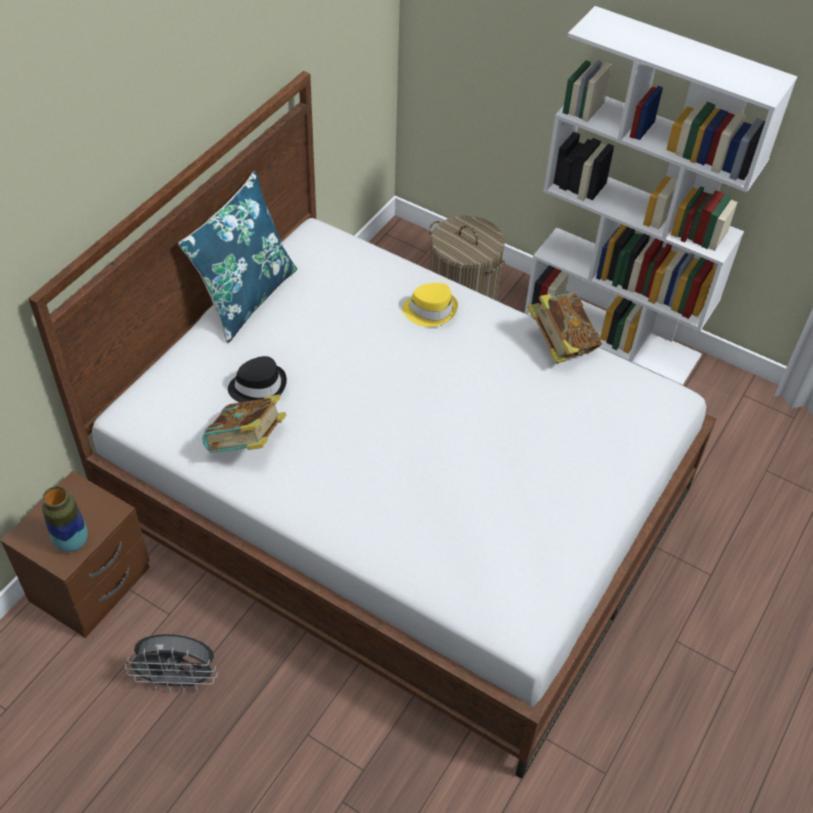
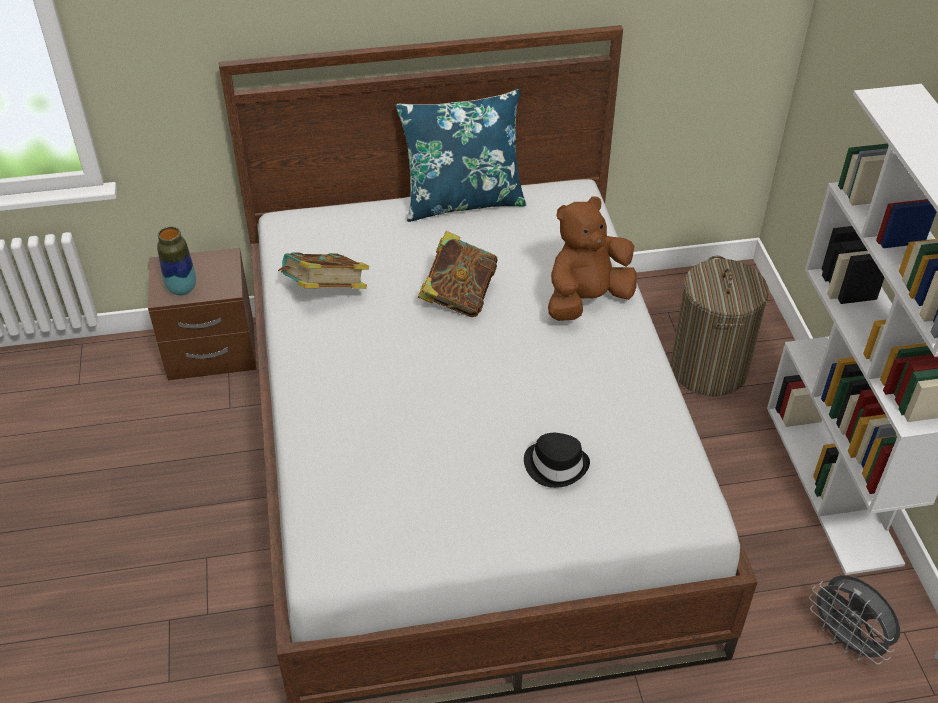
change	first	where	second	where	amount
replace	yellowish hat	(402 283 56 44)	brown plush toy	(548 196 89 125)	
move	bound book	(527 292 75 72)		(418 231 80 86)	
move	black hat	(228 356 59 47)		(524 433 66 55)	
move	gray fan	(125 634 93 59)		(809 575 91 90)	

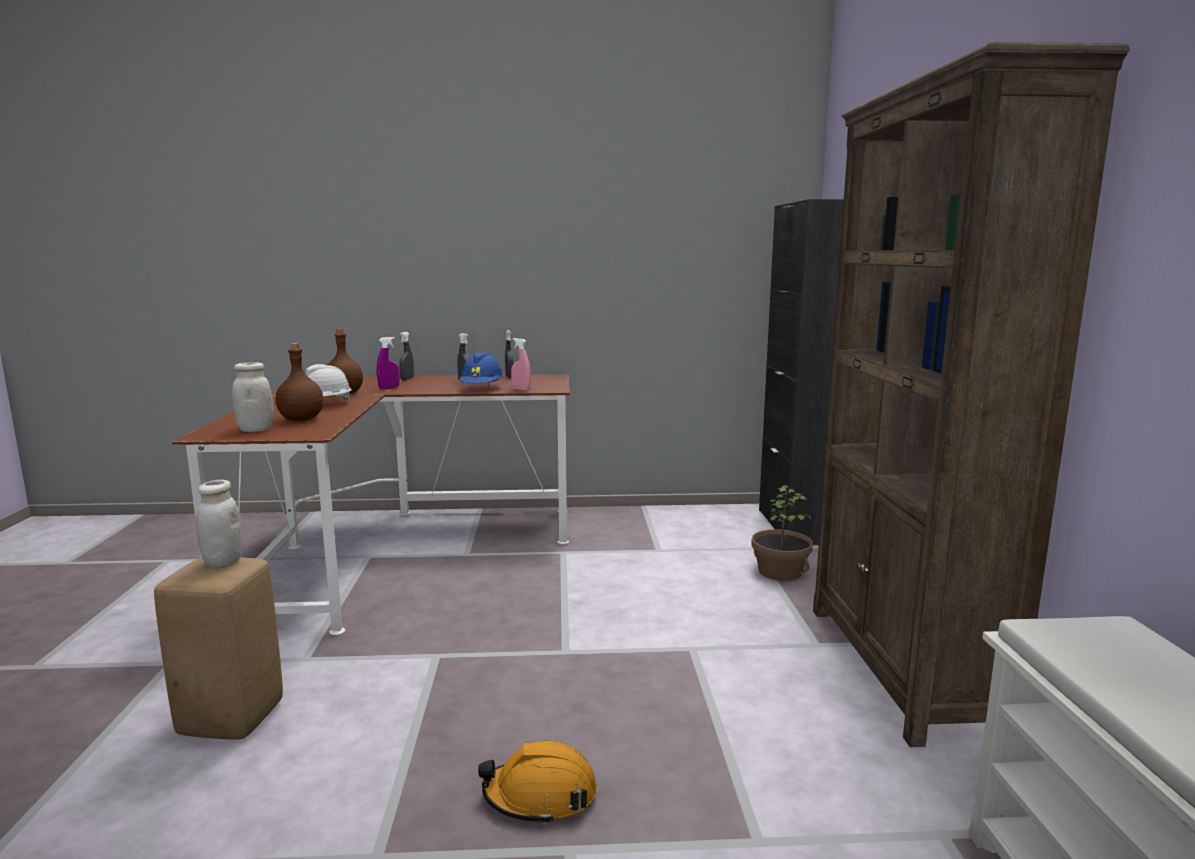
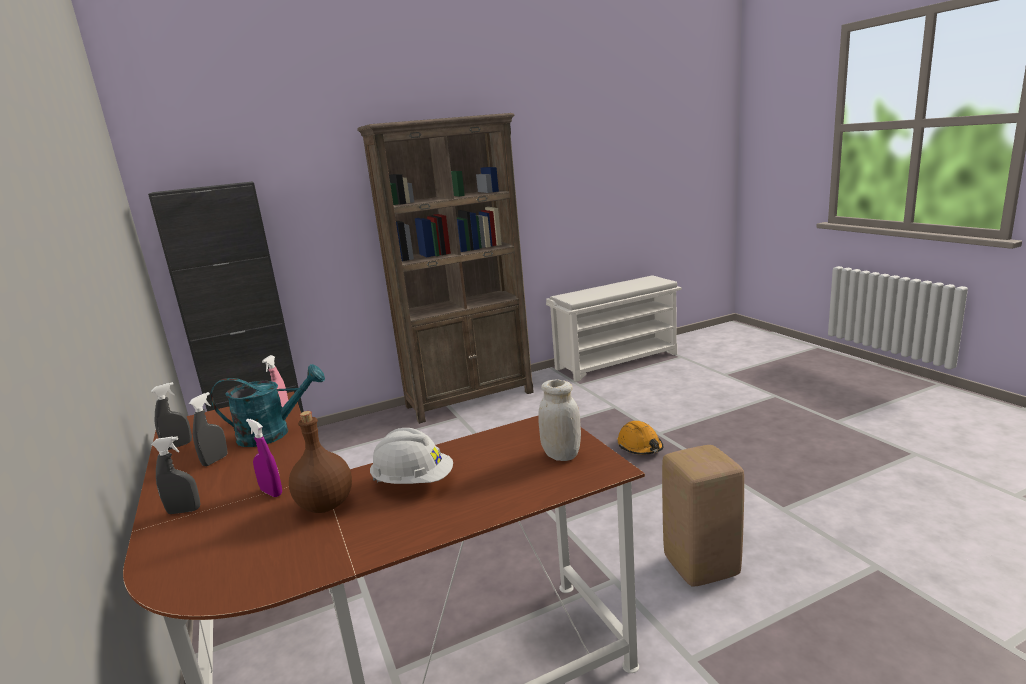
change	first	where	second	where	amount
delete	brown bottle	(275 343 48 78)			
replace	blue safety helmet	(460 352 43 33)	turquoise watering pot	(210 364 115 83)	
delete	white-coloured storage jar	(196 480 47 88)			
delete	plant in a pot	(751 485 62 96)			

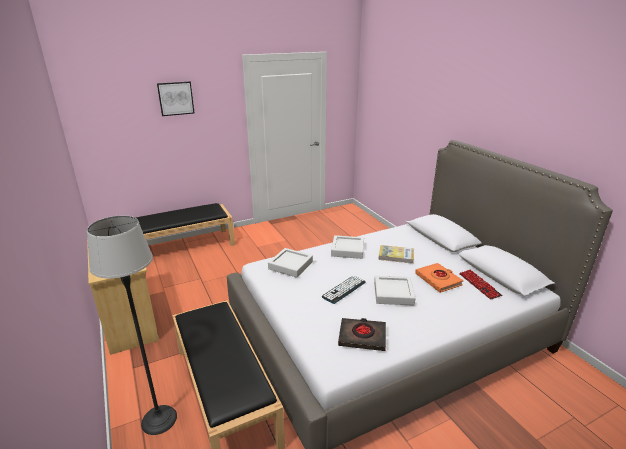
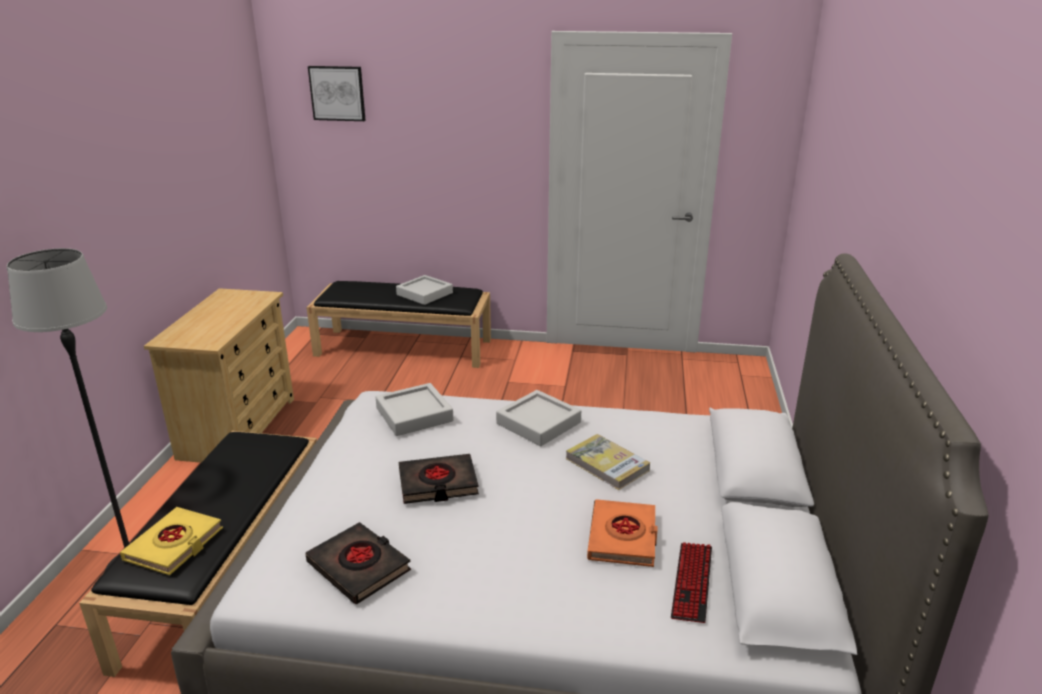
change	first	where	second	where	amount
move	wall art	(157 82 37 34)		(308 66 58 55)	
replace	keyboard	(322 276 43 28)	black bound book	(399 454 80 50)	
move	gray serving tray	(374 276 41 30)		(396 275 57 30)	
insert			yellowish bound book	(120 507 103 68)	

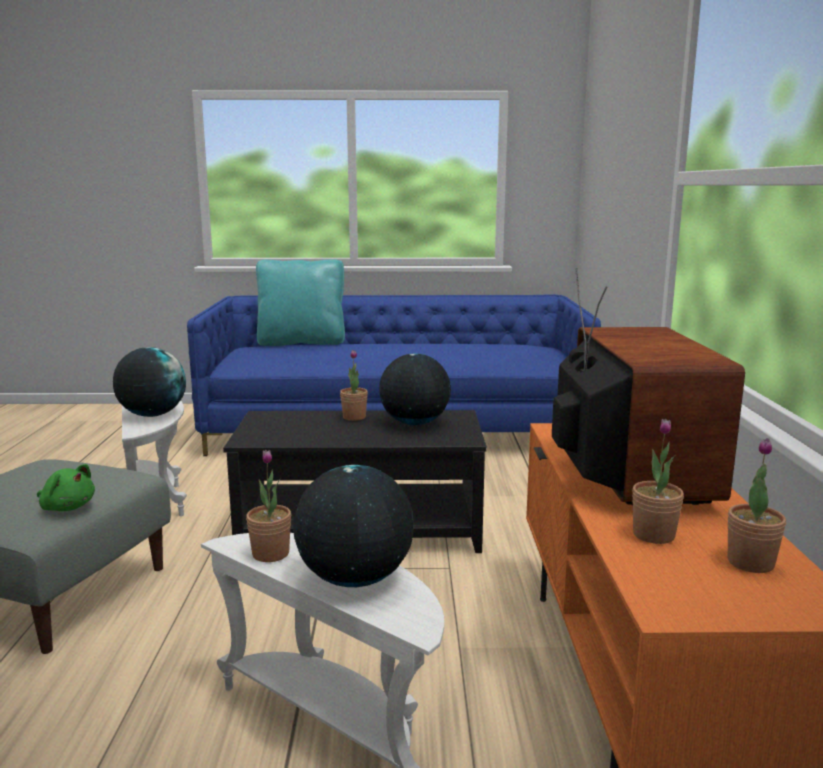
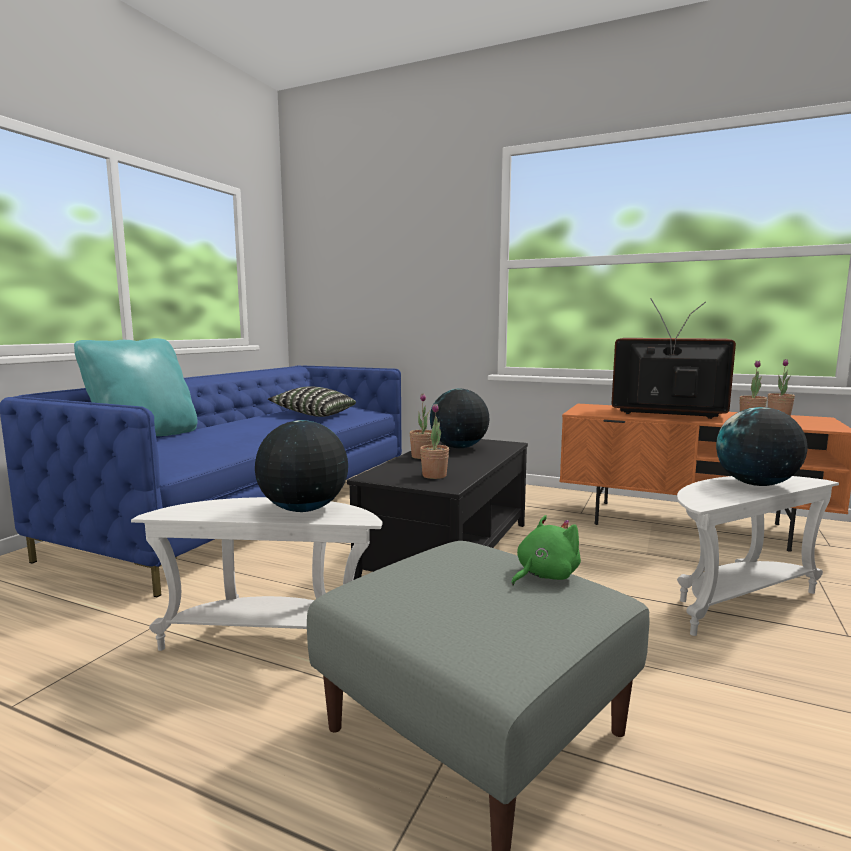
change	first	where	second	where	amount
move	plant in a pot	(246 450 45 112)		(420 404 29 75)	
insert			pillow	(268 386 88 31)	

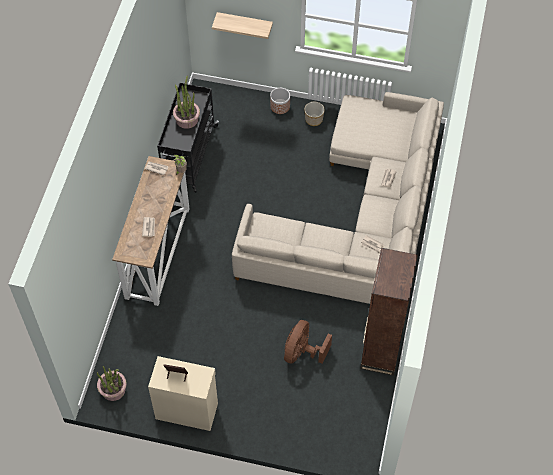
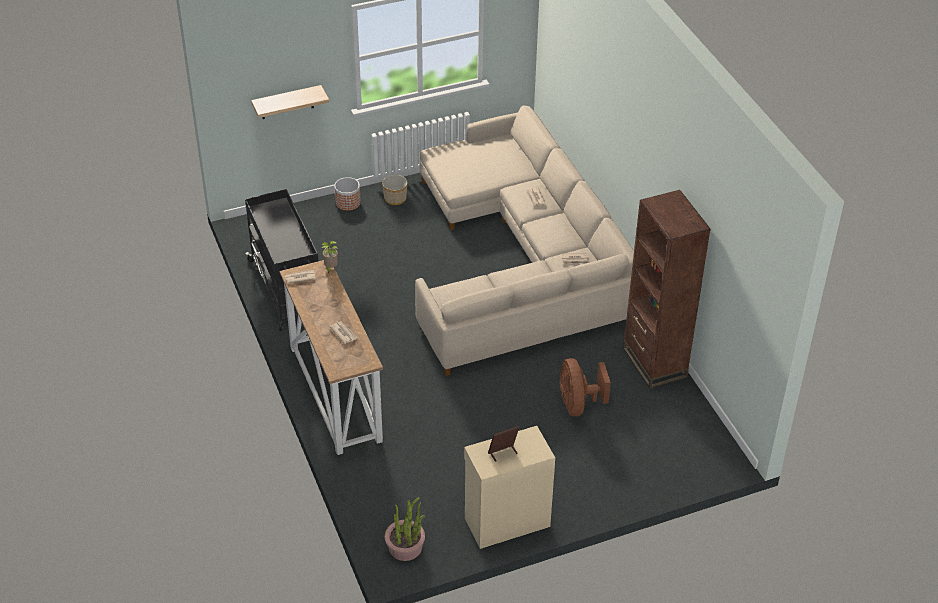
change	first	where	second	where	amount
delete	plant in a pot	(173 76 27 53)			

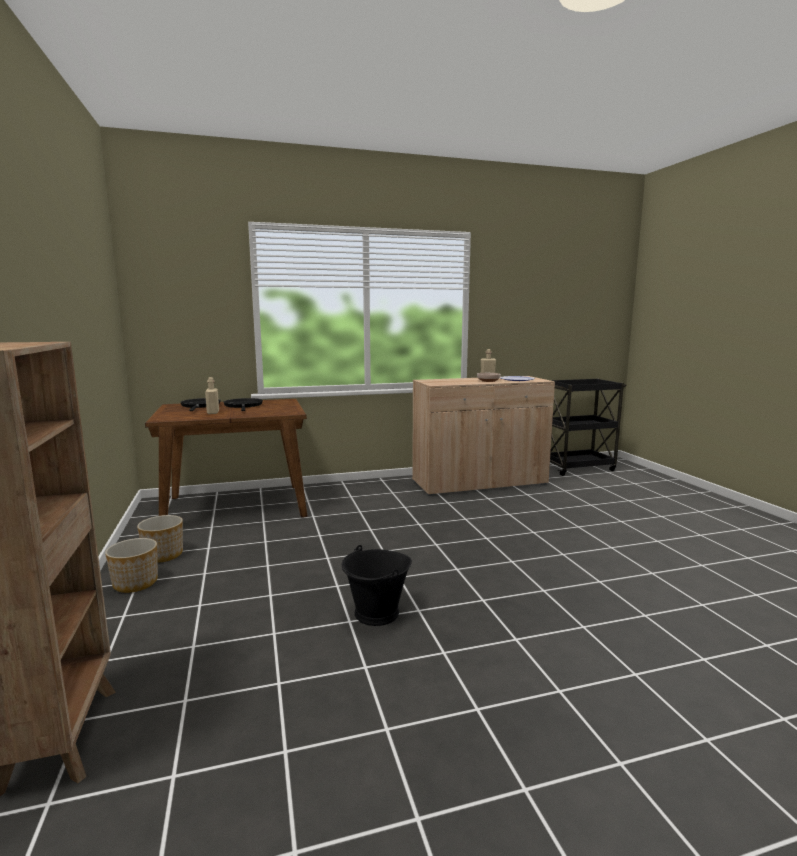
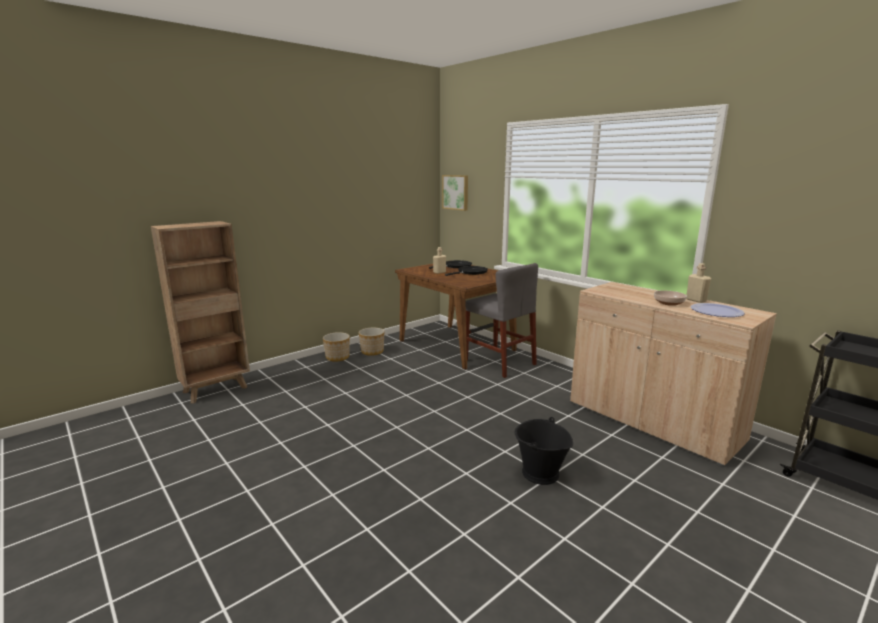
change	first	where	second	where	amount
move	black bucket	(342 545 70 81)		(515 417 58 68)	
insert			wall art	(442 175 26 36)	
insert			gray upright chair	(465 263 73 115)	

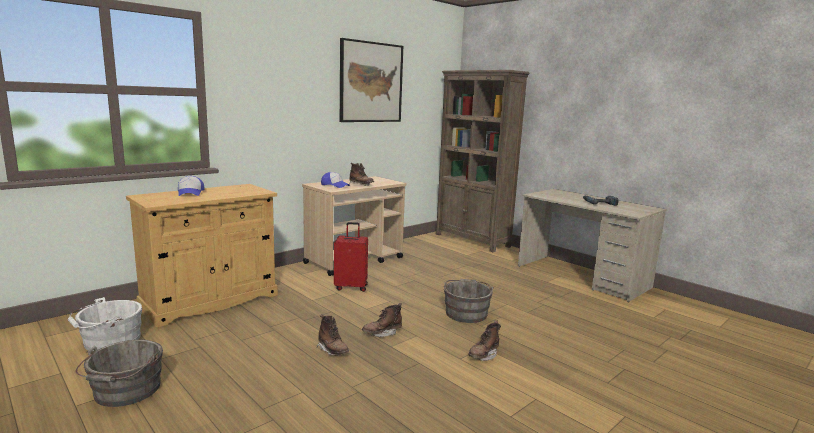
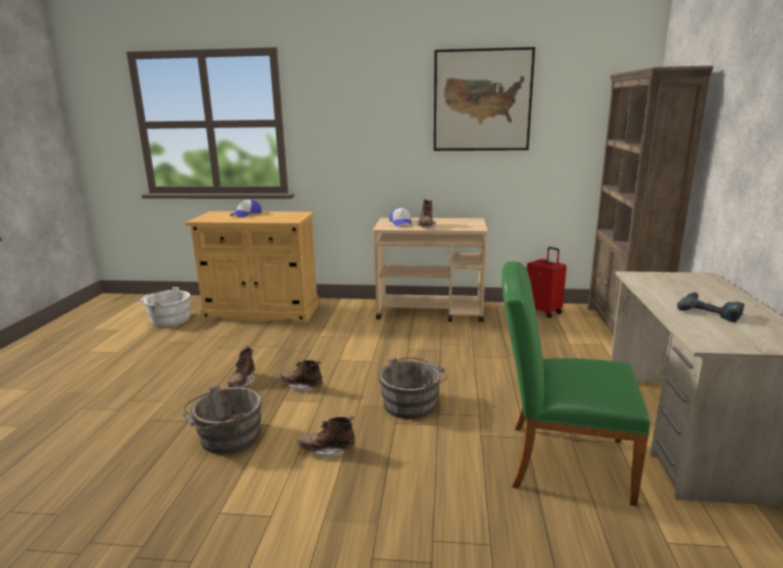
change	first	where	second	where	amount
move	reddish piece of luggage	(334 222 34 70)		(527 247 40 71)	
move	gray bucket	(76 340 87 67)		(183 384 79 70)	
insert			green upright chair	(502 261 148 245)	

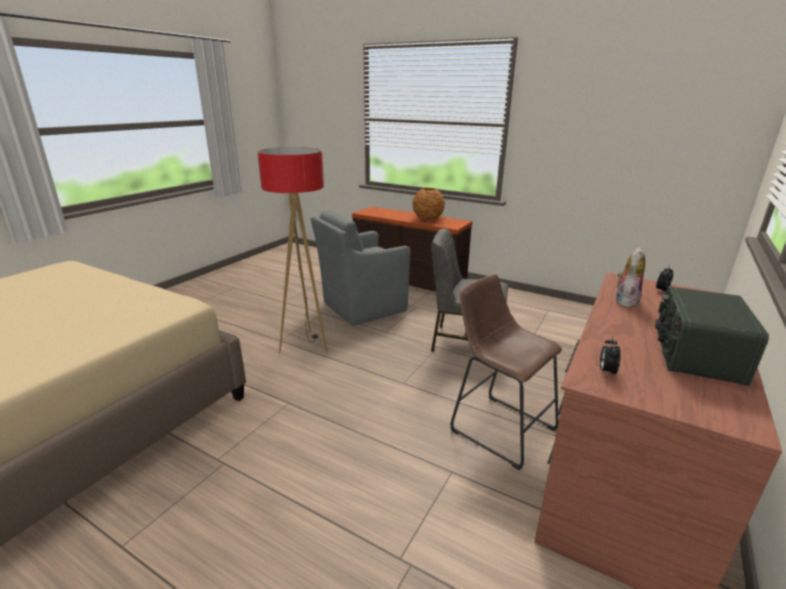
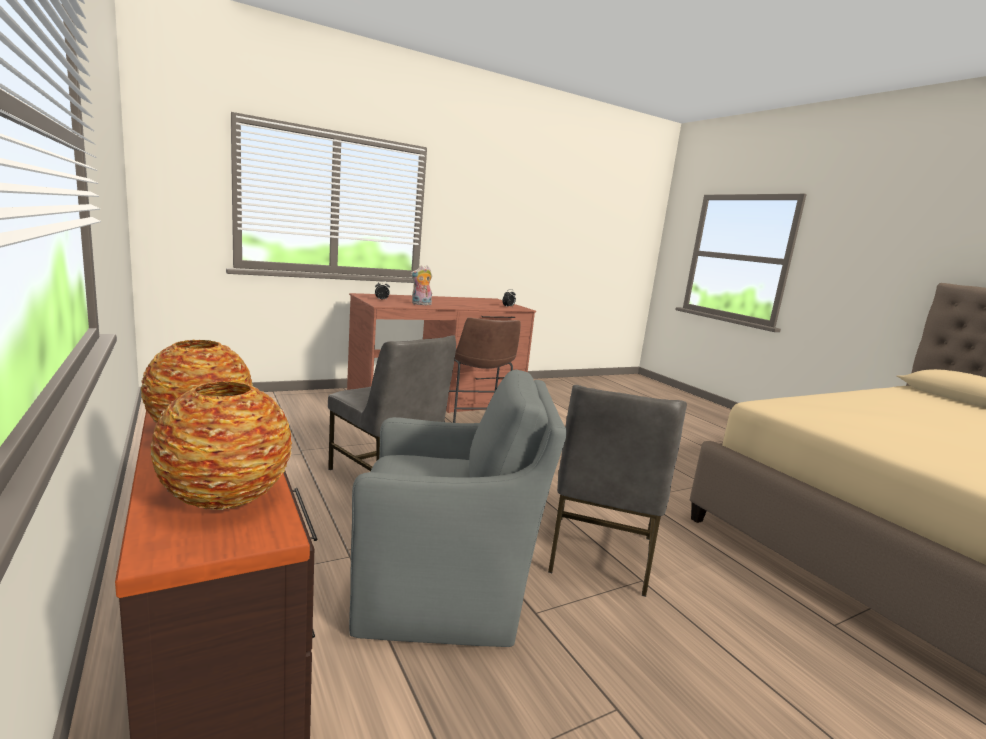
change	first	where	second	where	amount
replace	floor lamp	(257 147 70 206)	gray upright chair	(548 385 139 212)	
delete	radio receiver	(655 286 114 100)			
insert			flower vase	(150 382 142 128)	

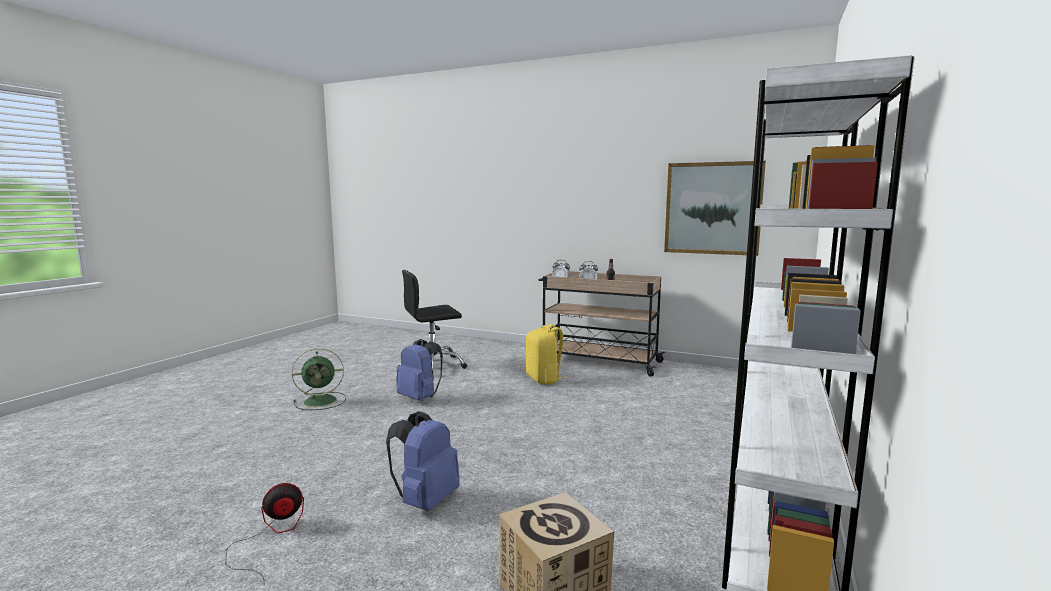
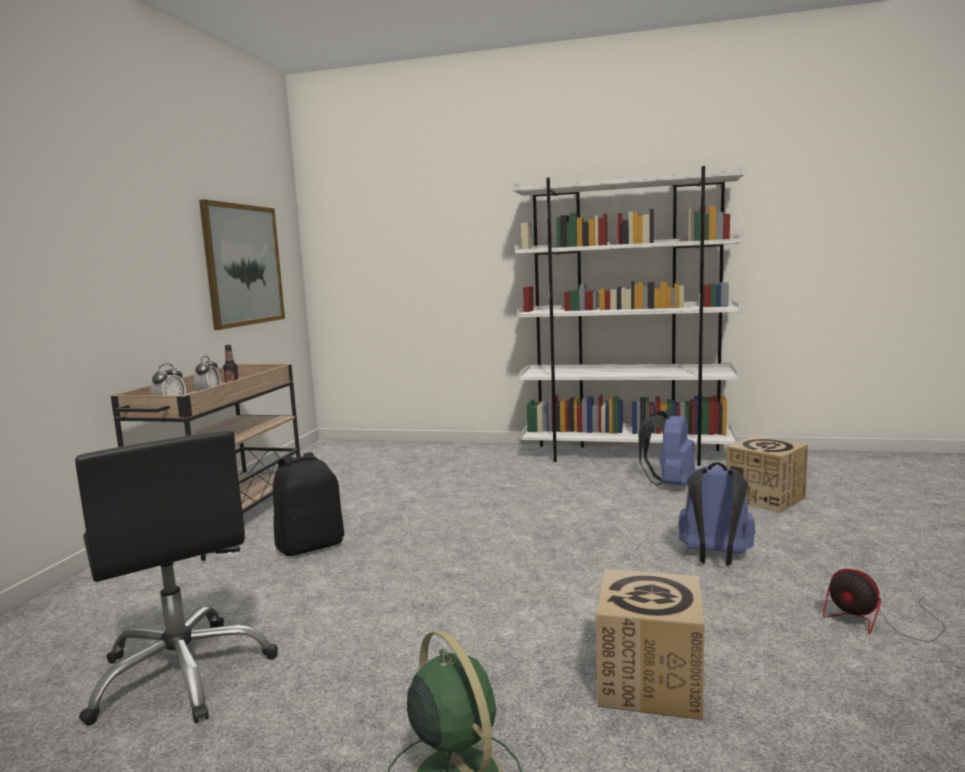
change	first	where	second	where	amount
recolor	yellowish rucksack	(525 324 43 61)	black rucksack	(273 452 71 104)	
move	blue rucksack	(396 339 47 61)		(639 410 56 76)	
insert			packing box	(596 569 108 151)	

